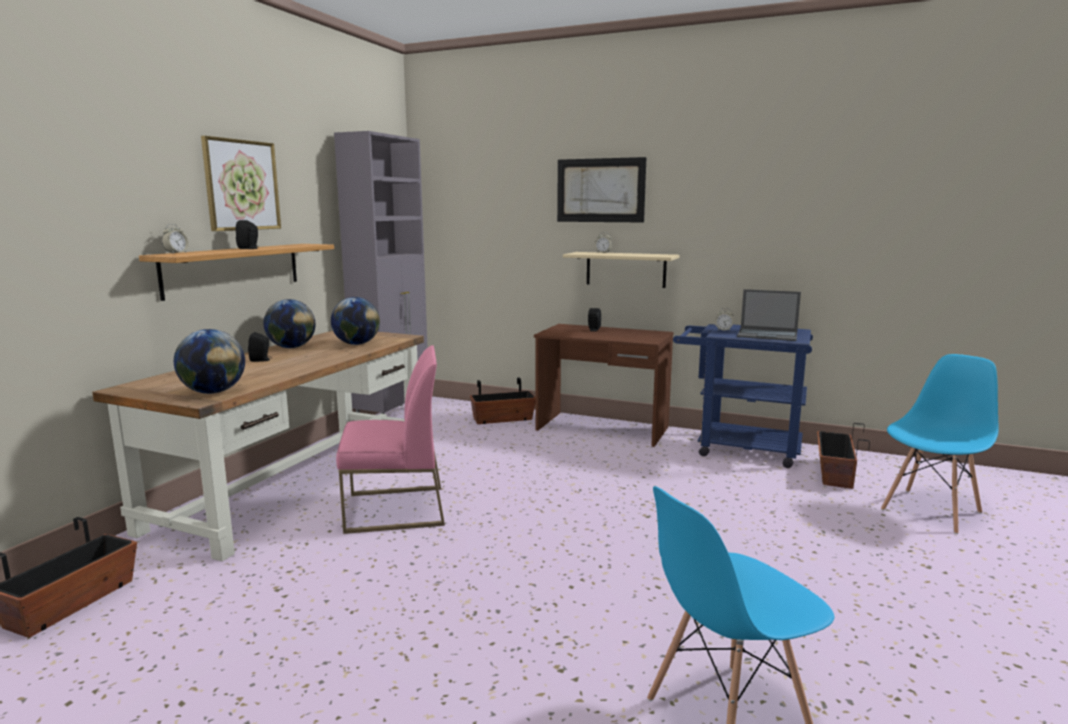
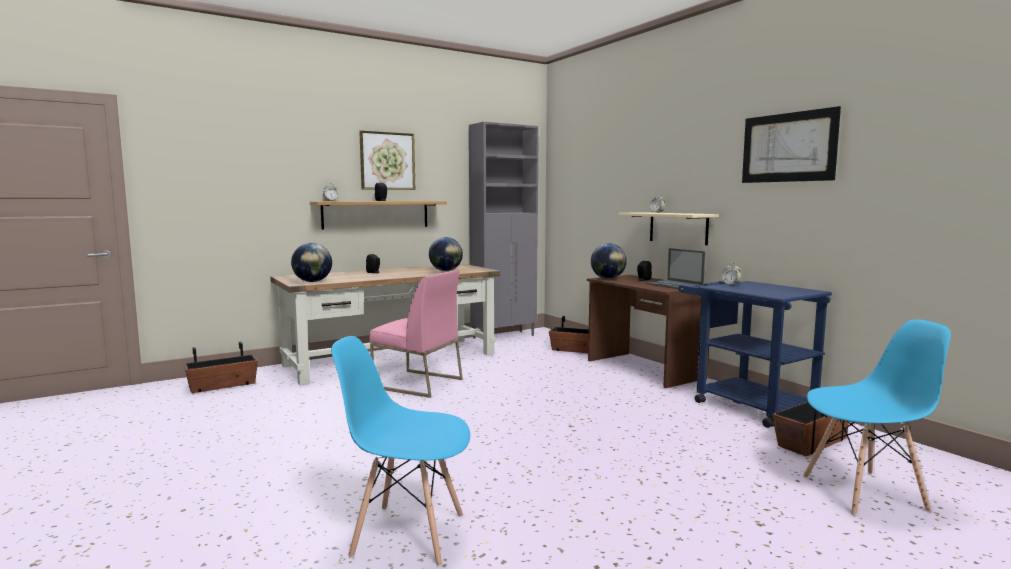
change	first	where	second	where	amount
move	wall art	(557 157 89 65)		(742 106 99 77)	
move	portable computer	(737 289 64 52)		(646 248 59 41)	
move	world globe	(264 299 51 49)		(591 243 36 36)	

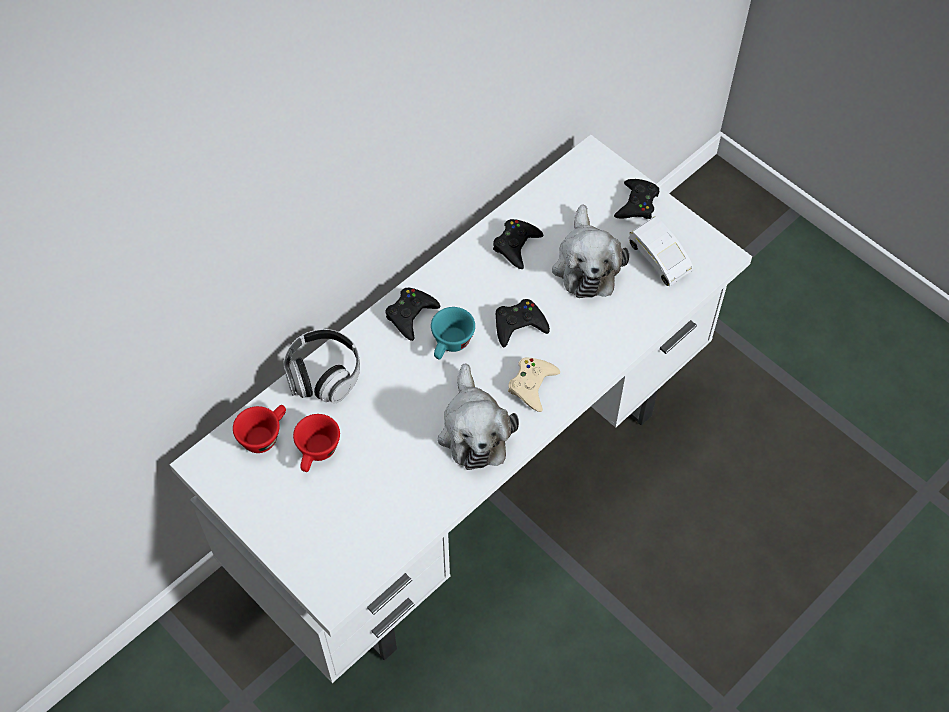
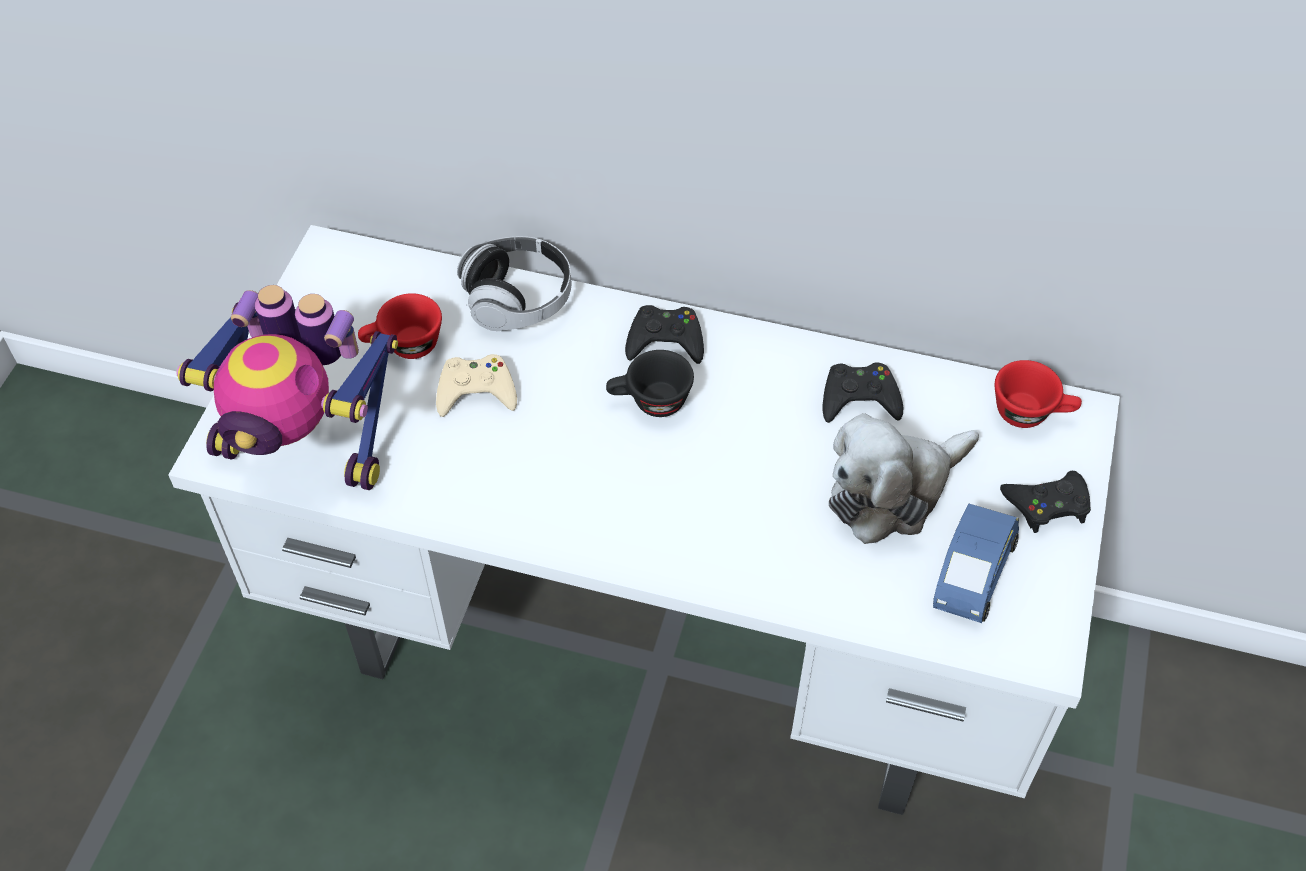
change	first	where	second	where	amount
recolor	white-coloured miniature car	(629 216 64 70)	blue miniature car	(933 503 86 120)	
delete	black joypad	(496 299 54 48)			
recolor	turquoise drinking cup	(431 307 44 52)	black drinking cup	(606 350 88 67)	
move	beige joypad	(508 358 52 54)		(436 354 81 63)	
delete	plush toy	(438 364 81 106)			
move	reddish drinking cup	(233 405 53 48)		(995 360 87 68)	
insert			robot figure	(176 285 222 205)	

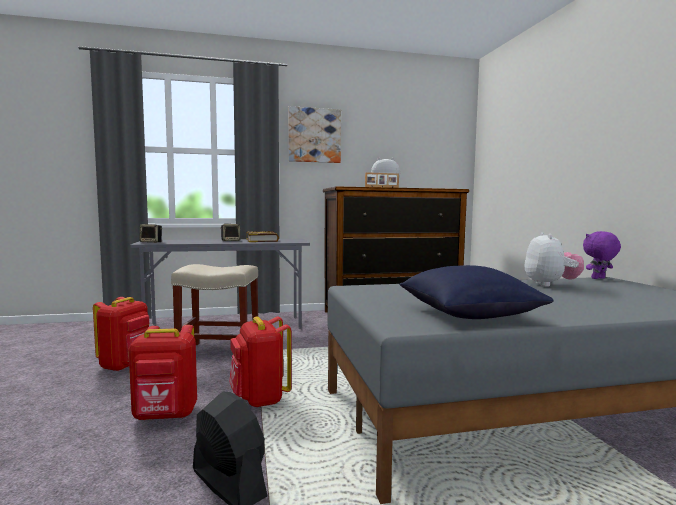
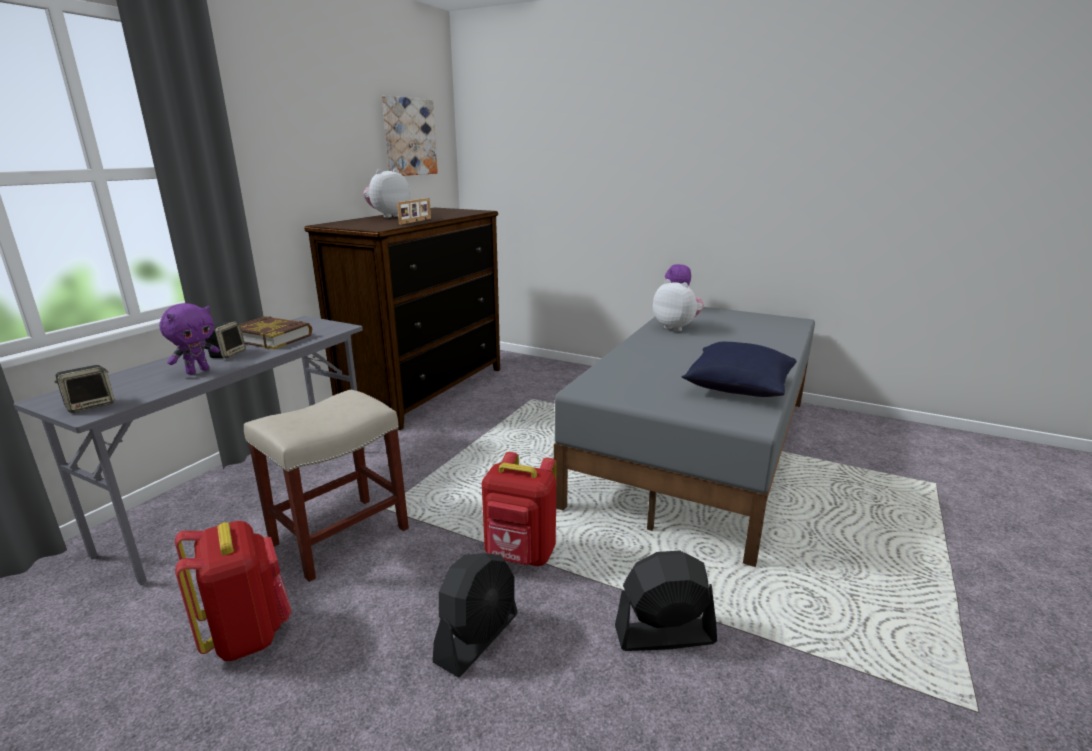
change	first	where	second	where	amount
move	wall art	(288 106 53 57)		(382 95 56 81)	
replace	reddish rucksack	(129 325 68 95)	black fan	(433 553 85 124)	
insert			purplish plush toy	(159 303 61 72)	

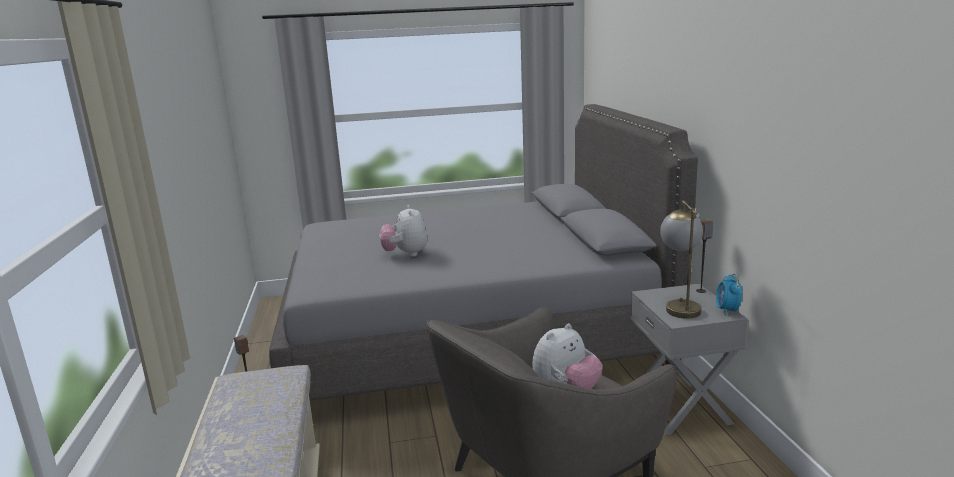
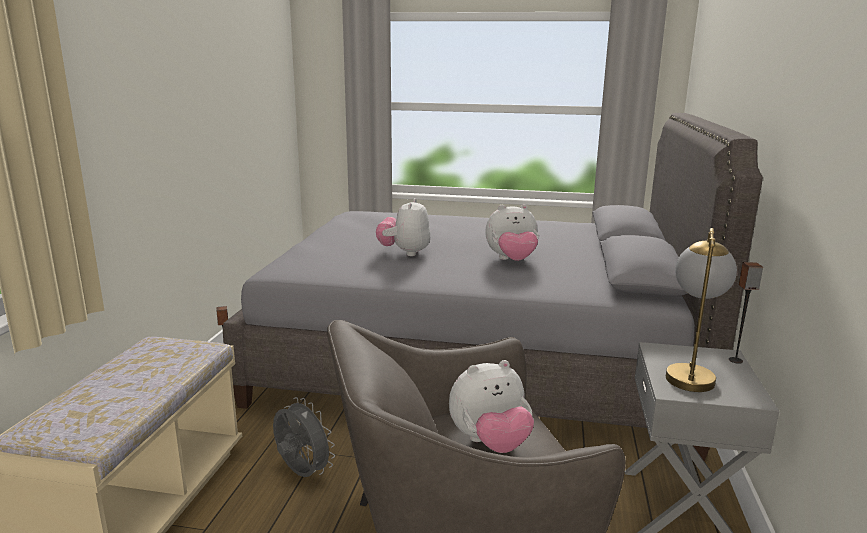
change	first	where	second	where	amount
delete	table clock	(716 273 26 43)			
insert			plush toy	(485 204 54 57)	
insert			gray fan	(273 397 62 80)	

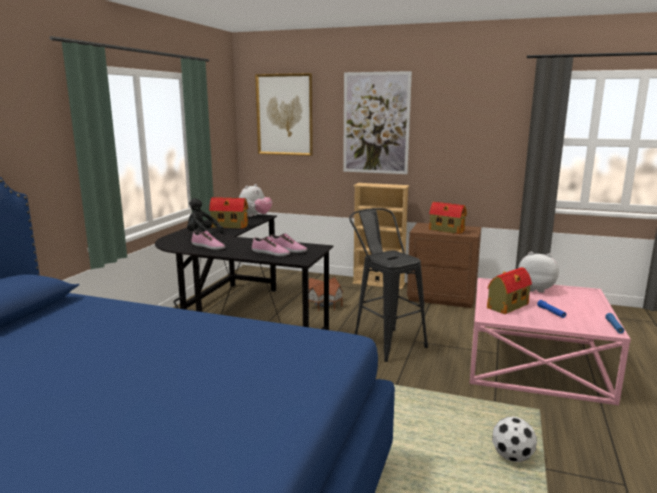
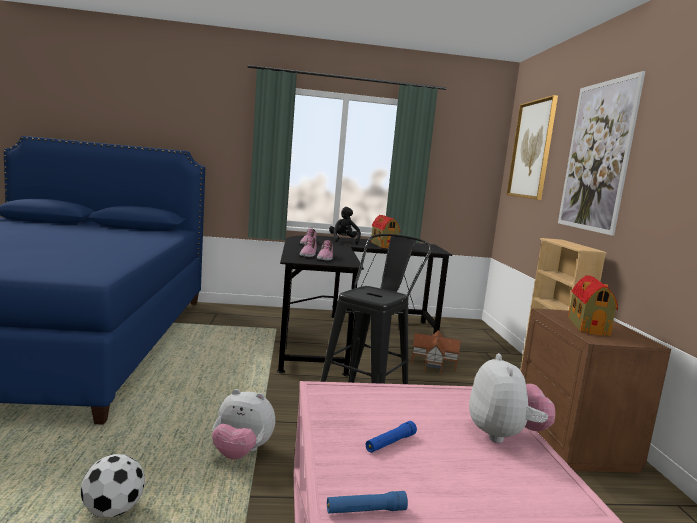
change	first	where	second	where	amount
move	plush toy	(239 184 33 33)		(212 389 63 70)	
delete	toy house	(487 267 45 47)			

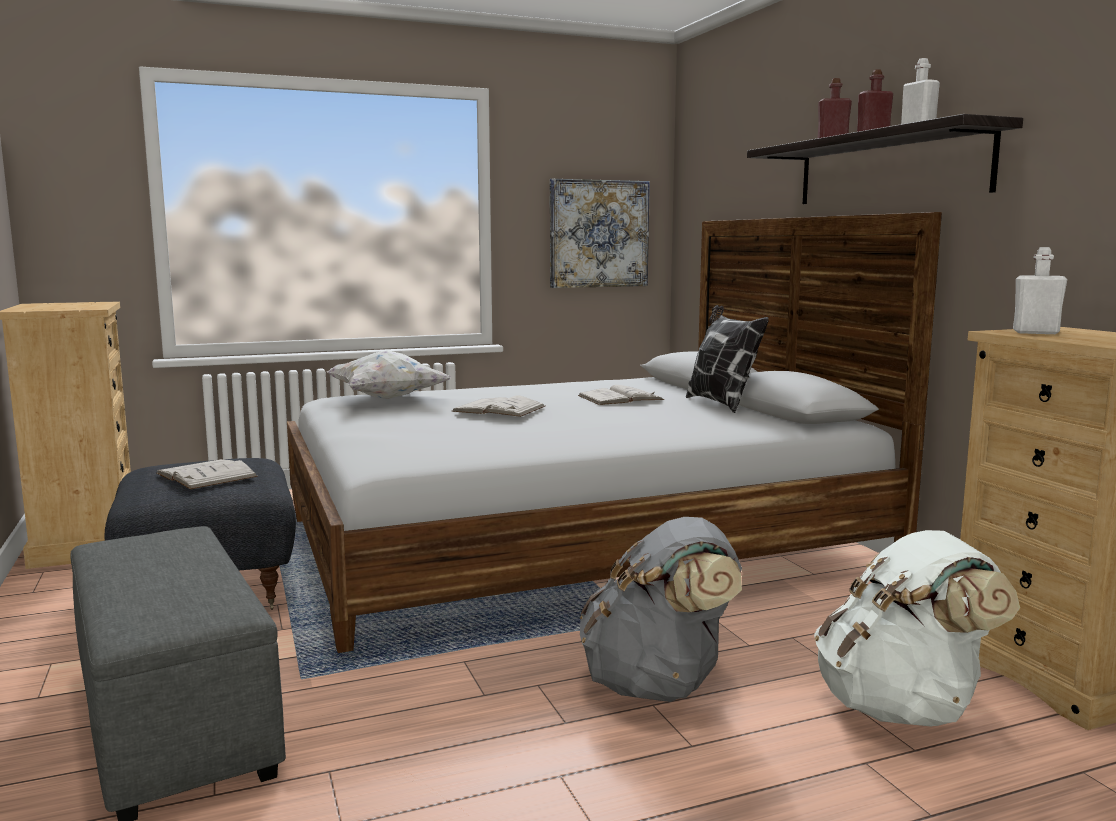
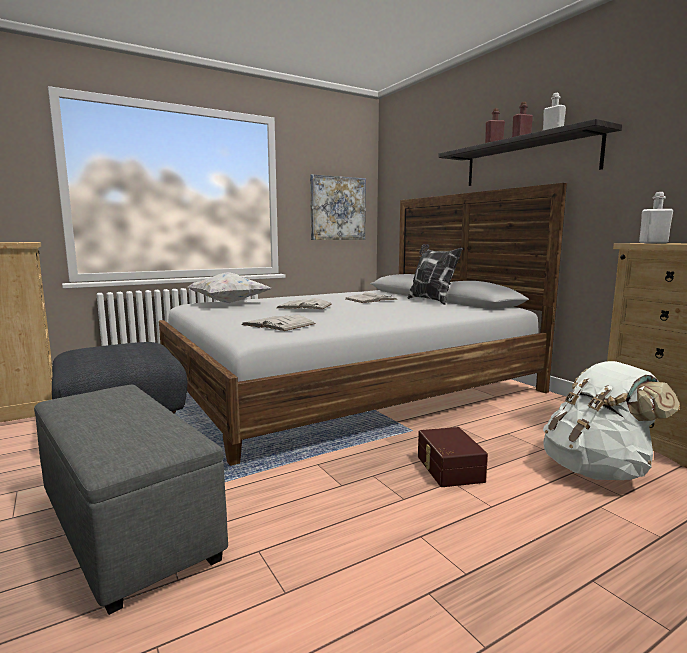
change	first	where	second	where	amount
move	white-coloured bound book	(156 459 102 31)		(241 315 75 16)	
replace	gray rucksack	(580 517 162 185)	brown storage container	(418 427 70 60)	

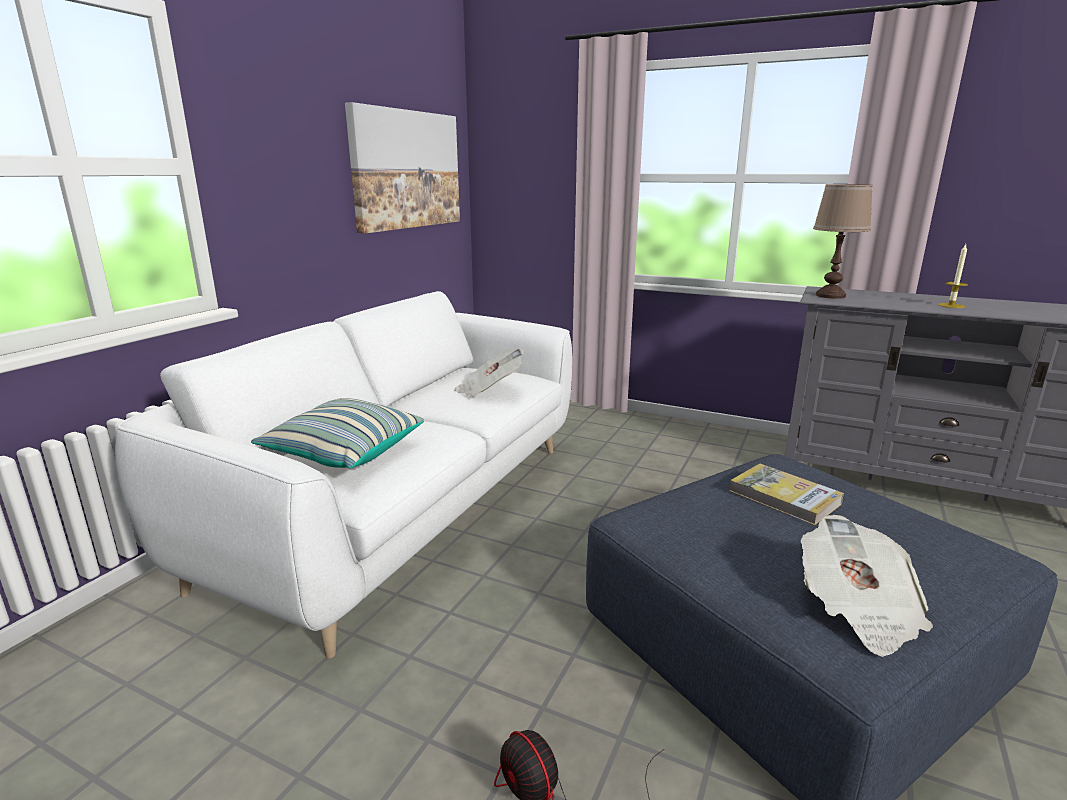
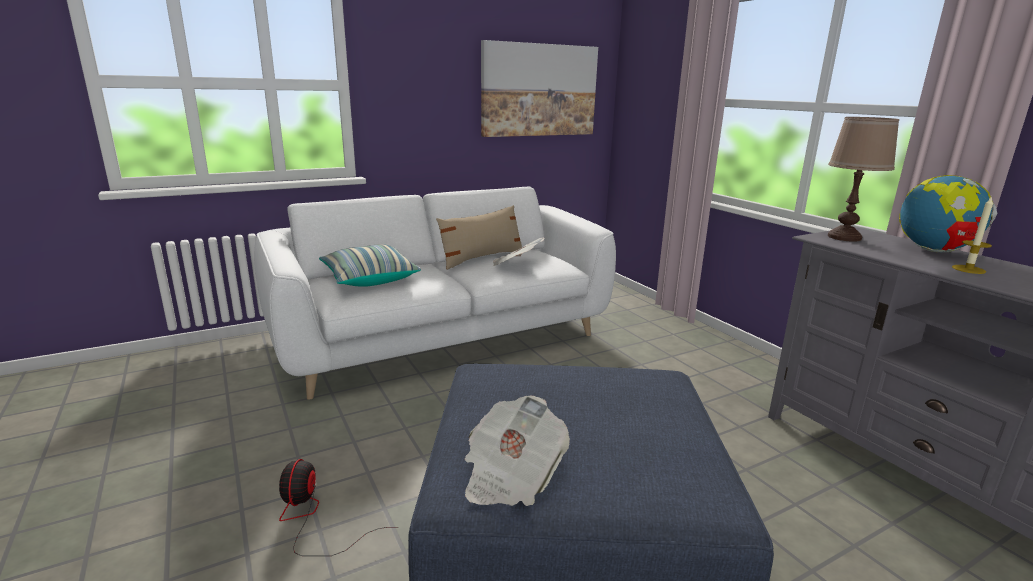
change	first	where	second	where	amount
delete	bound book	(729 464 115 61)			
insert			world globe	(899 175 98 77)	
insert			beige pillow	(436 205 86 65)	

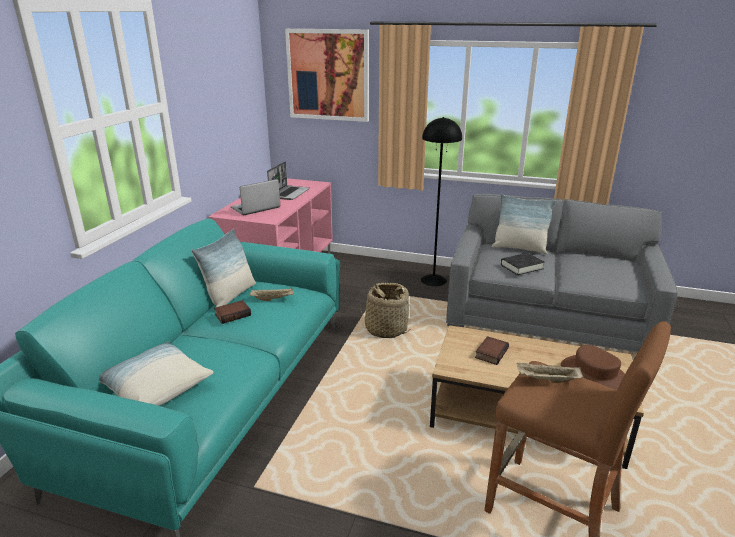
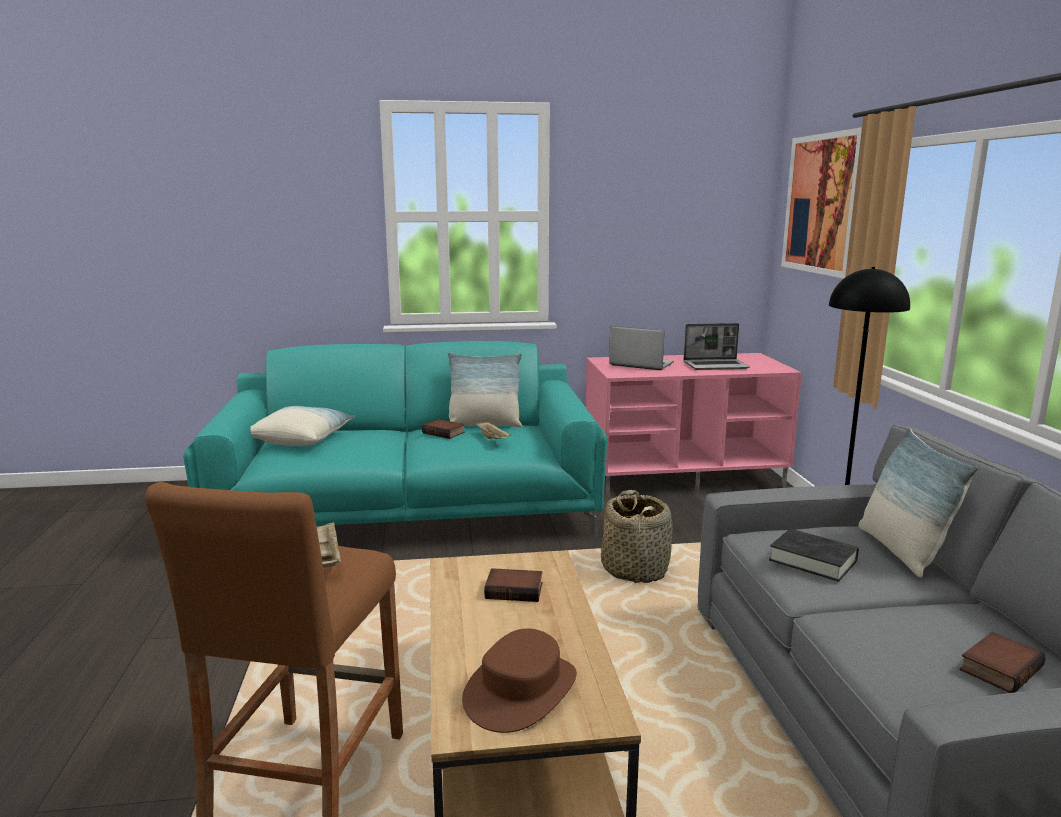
change	first	where	second	where	amount
insert			bound book	(960 632 85 61)	

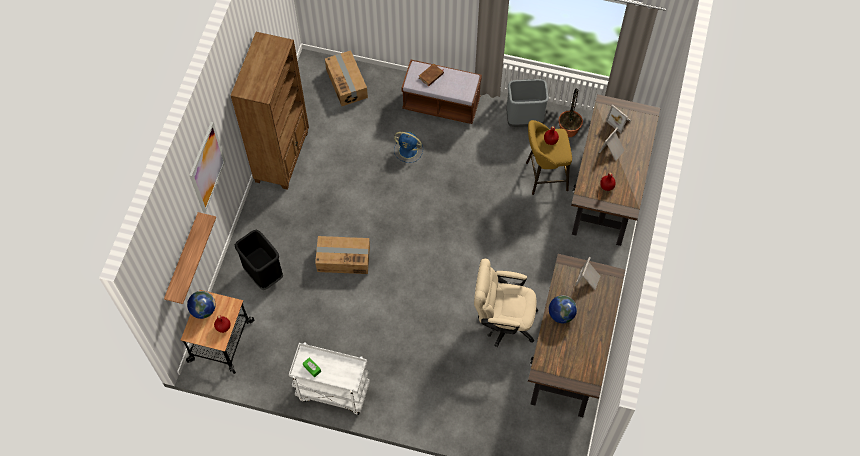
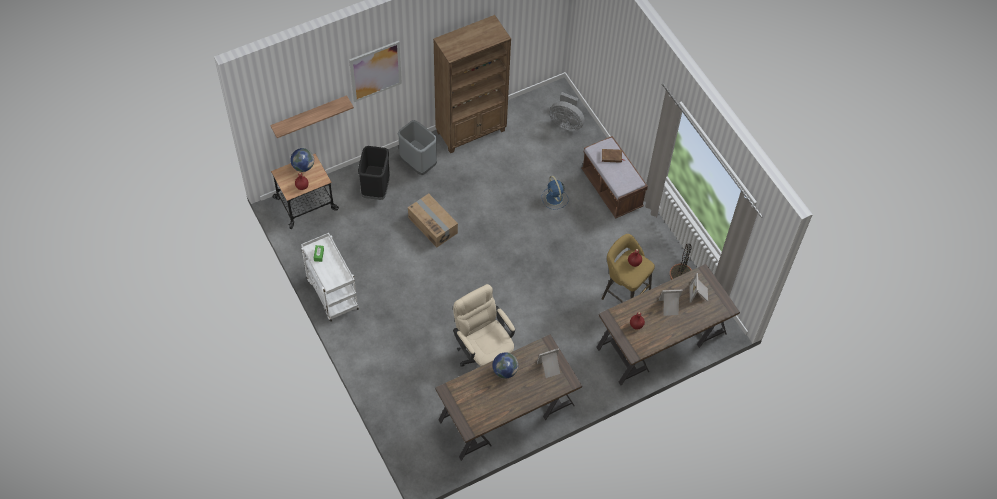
change	first	where	second	where	amount
replace	packing box	(325 50 43 56)	gray fan	(550 92 34 39)	
move	gray trash can	(506 79 43 48)		(397 120 41 55)	

